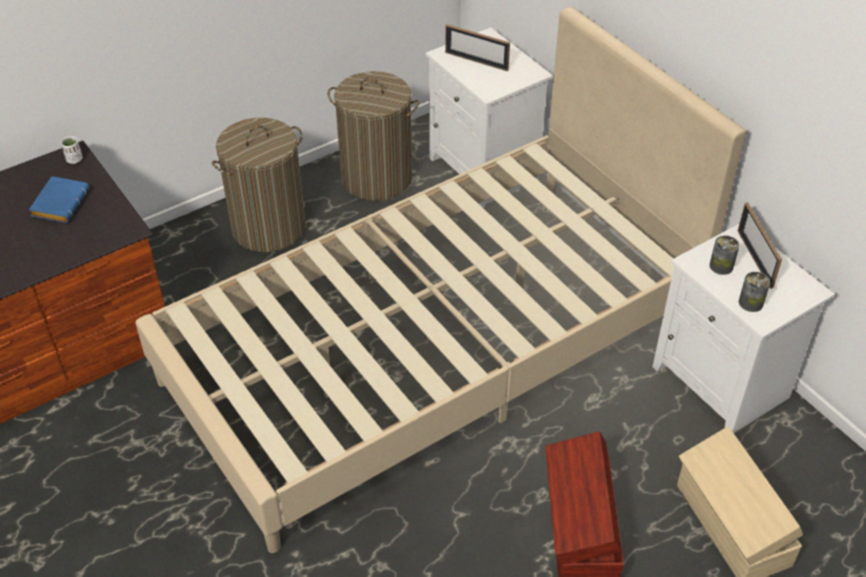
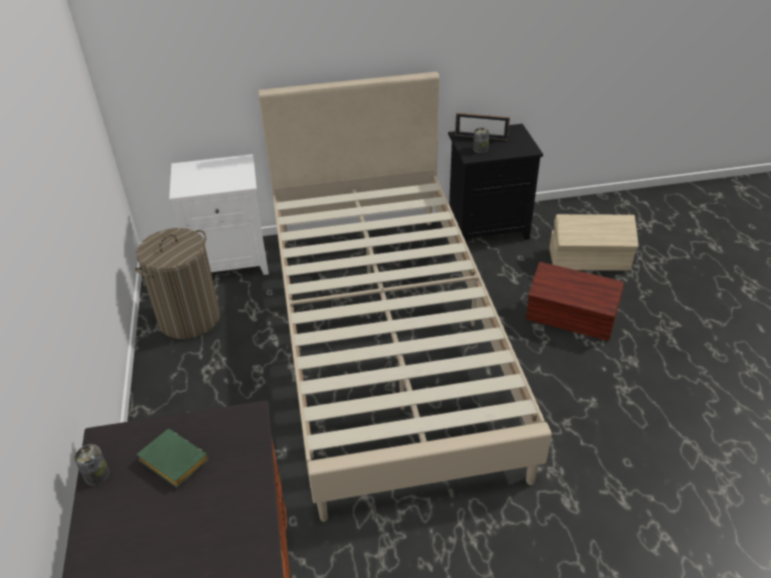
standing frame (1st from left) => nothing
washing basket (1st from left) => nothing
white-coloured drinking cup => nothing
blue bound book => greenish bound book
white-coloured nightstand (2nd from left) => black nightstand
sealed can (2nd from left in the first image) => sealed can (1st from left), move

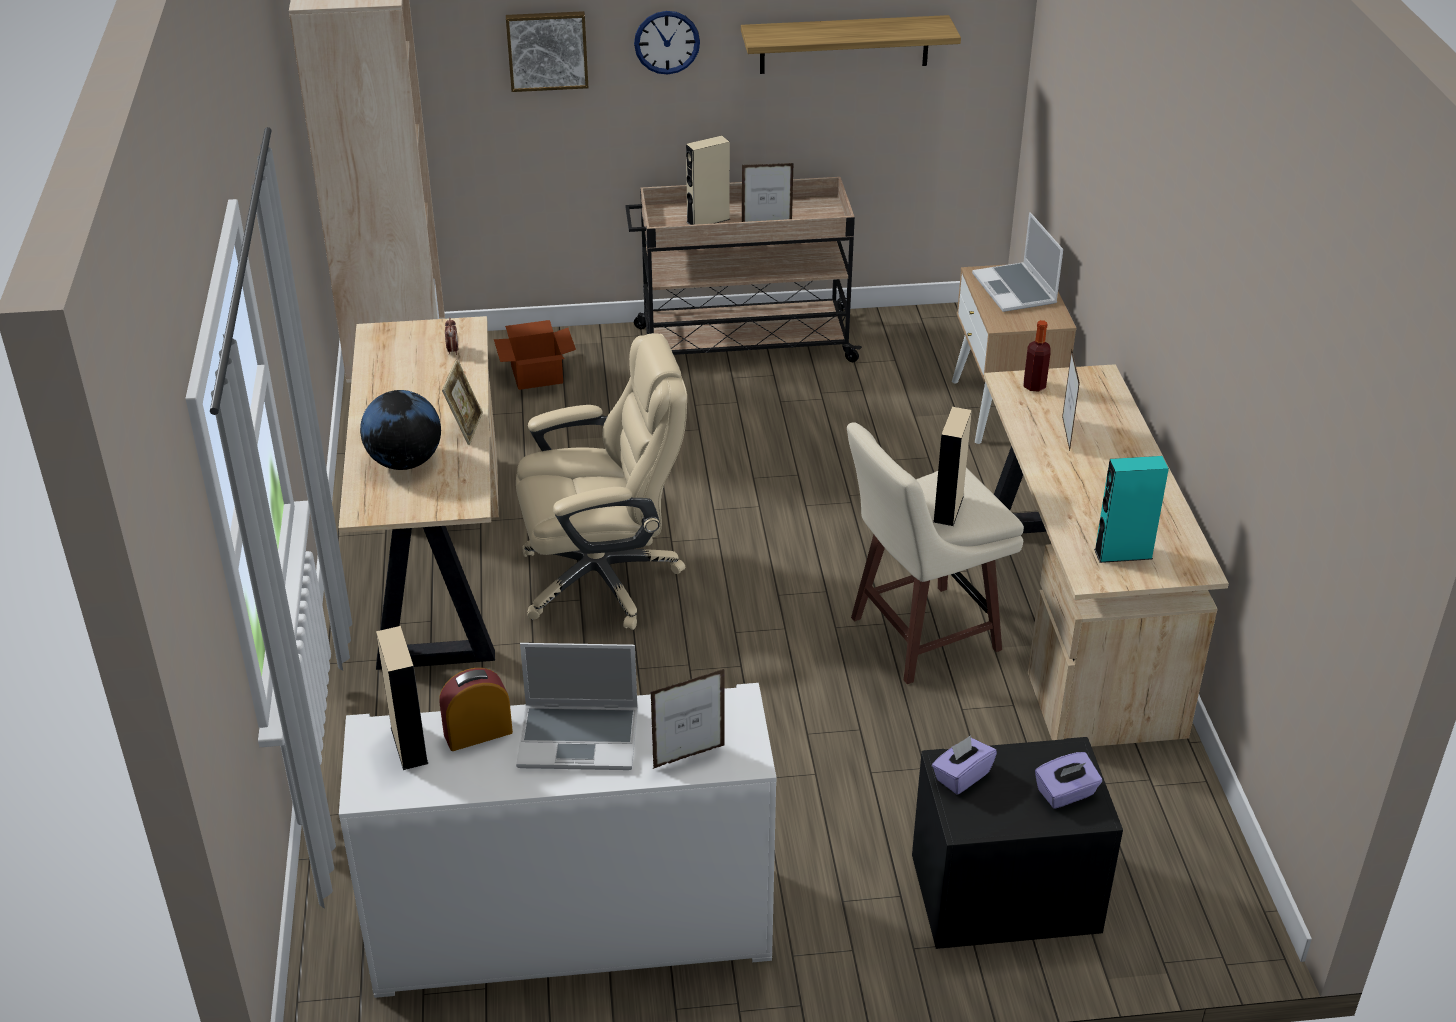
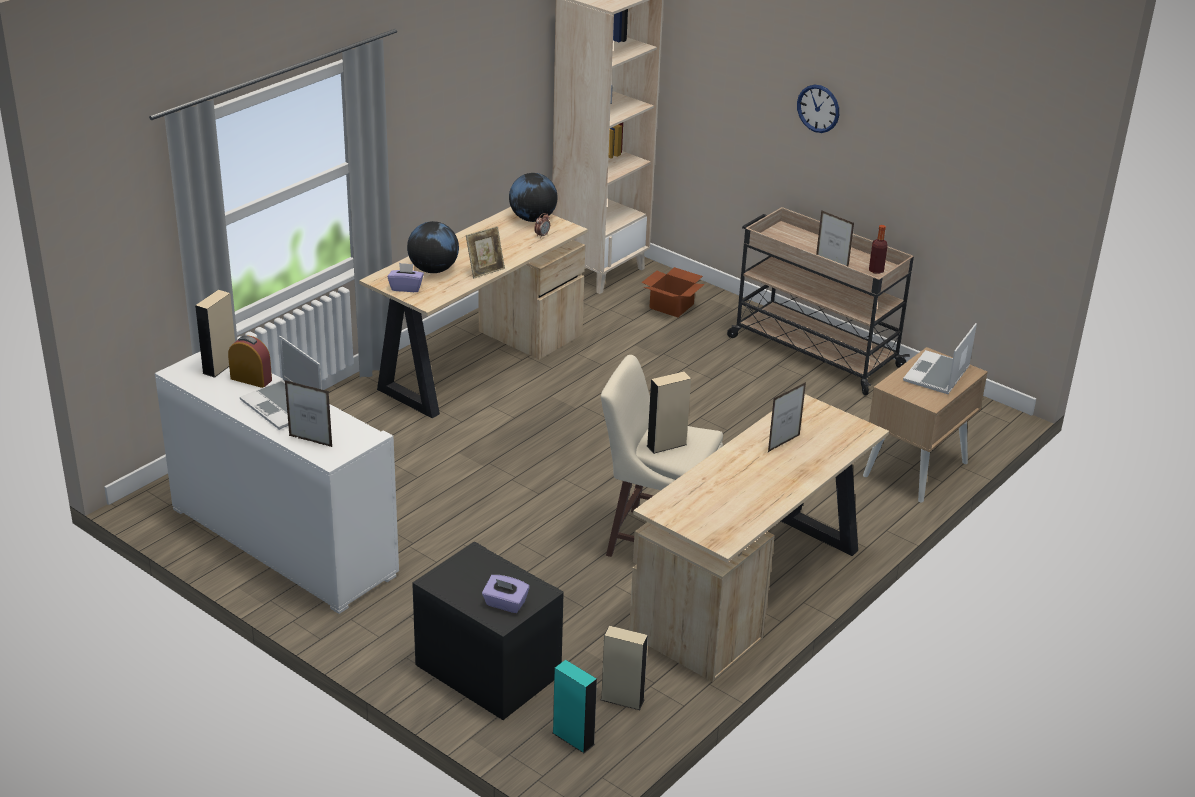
wall picture => nothing
shelf => nothing
beige-coloured loudspeaker (2nd from left), move
beverage bottle, move
beige-coloured desk chair => nothing
turquoise loudspeaker, move
purple-coloured box of tissues (1st from left), move
nothing => world globe (2nd from left)

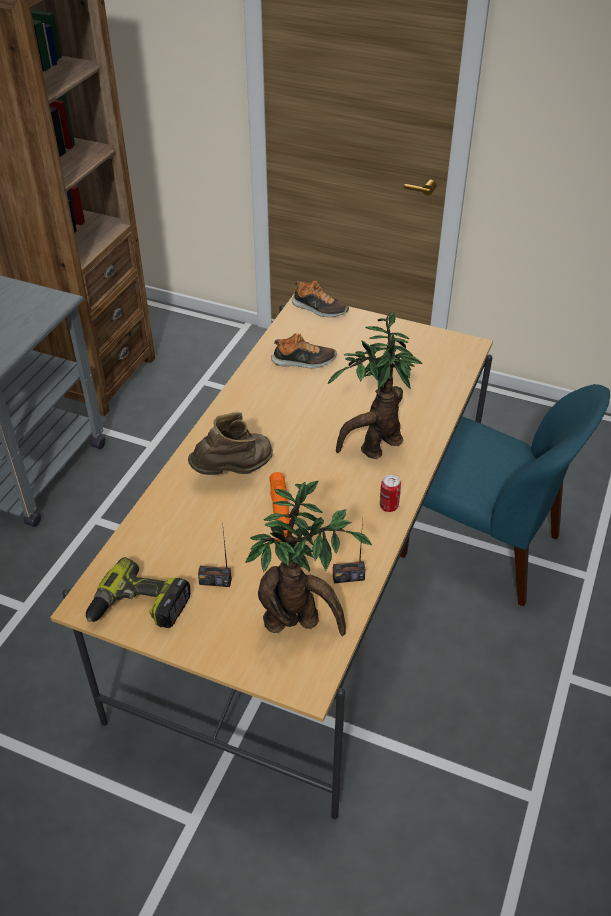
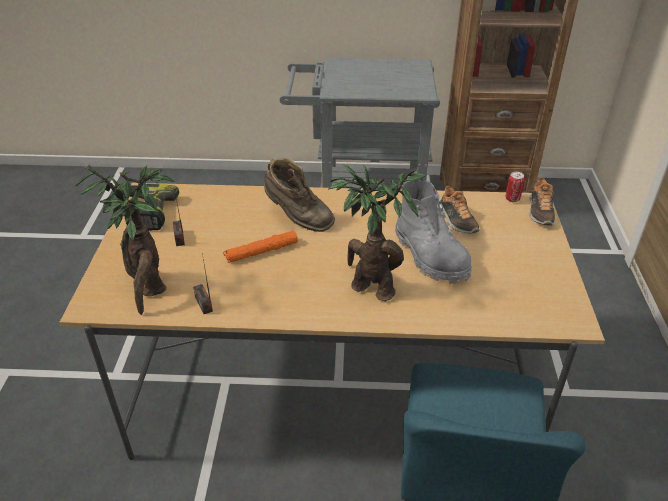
sealed can, move
nothing => gray boot

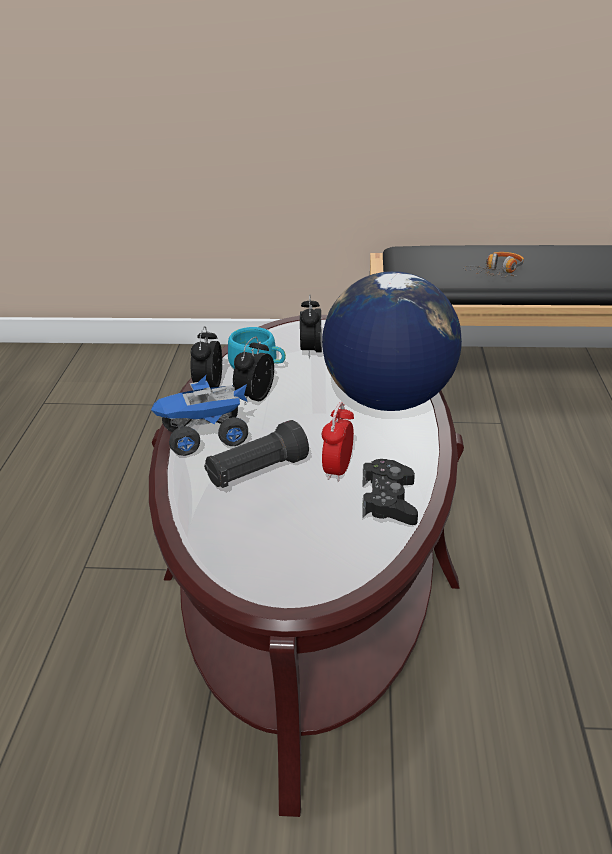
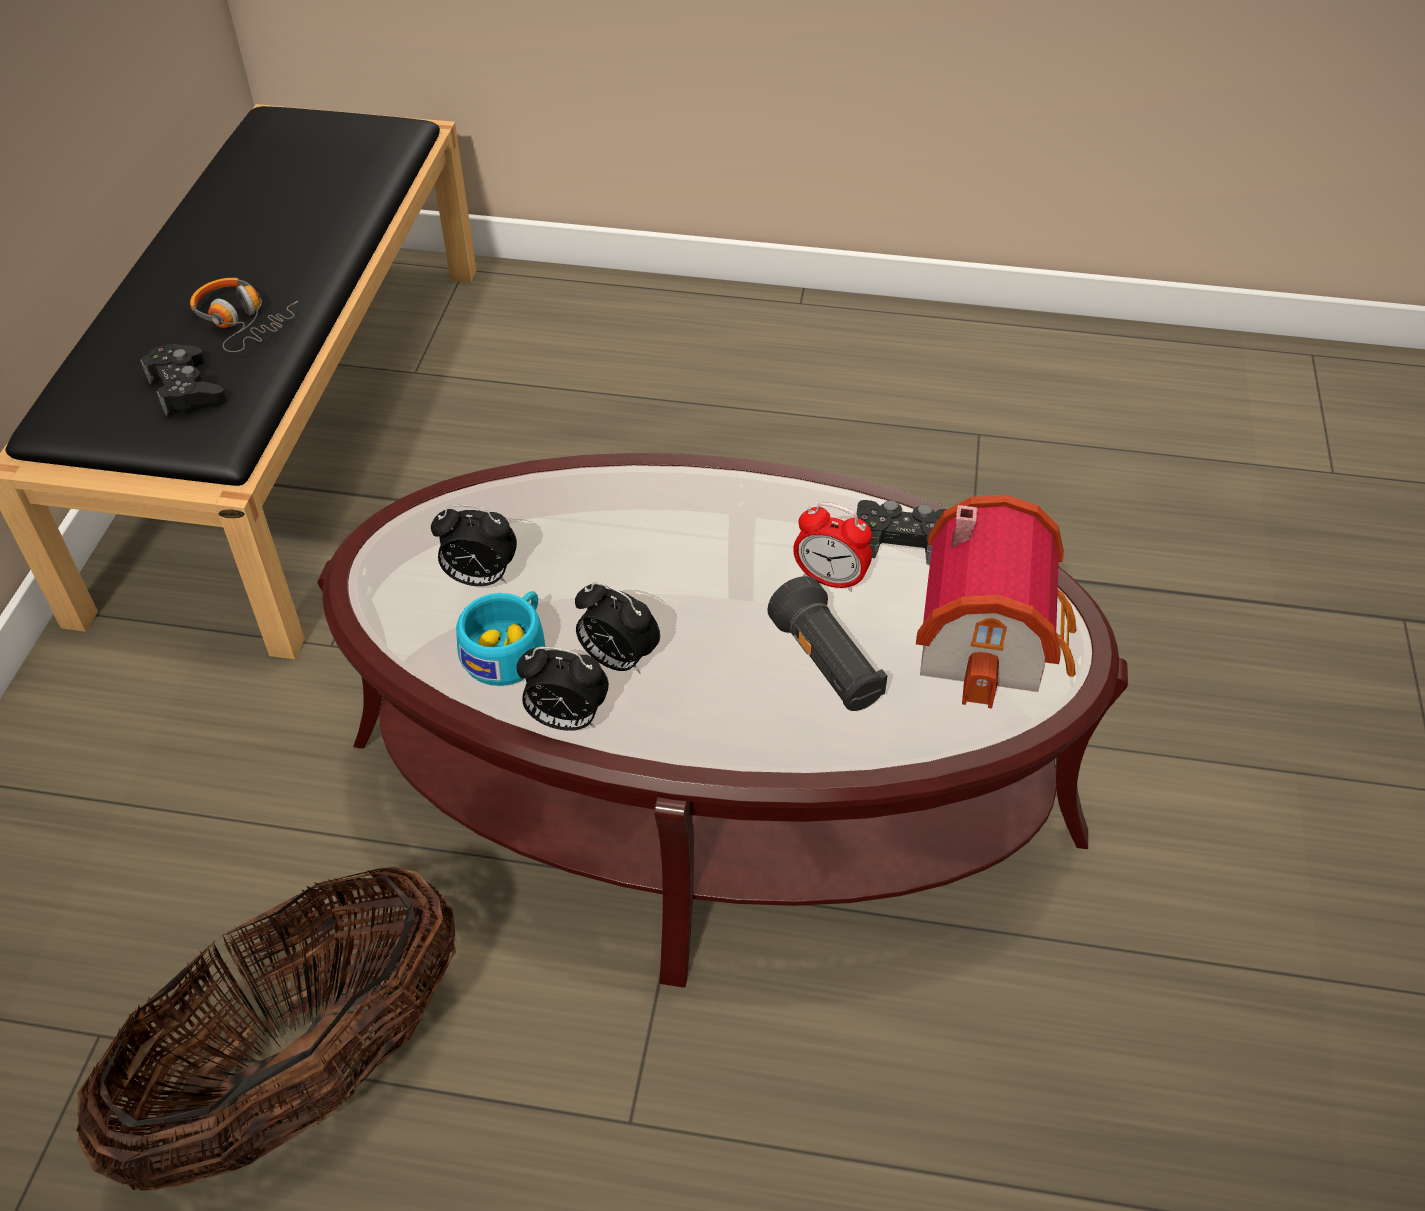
world globe => nothing
model truck => nothing
nothing => black joypad (1st from left)
nothing => model house
nothing => storage basket

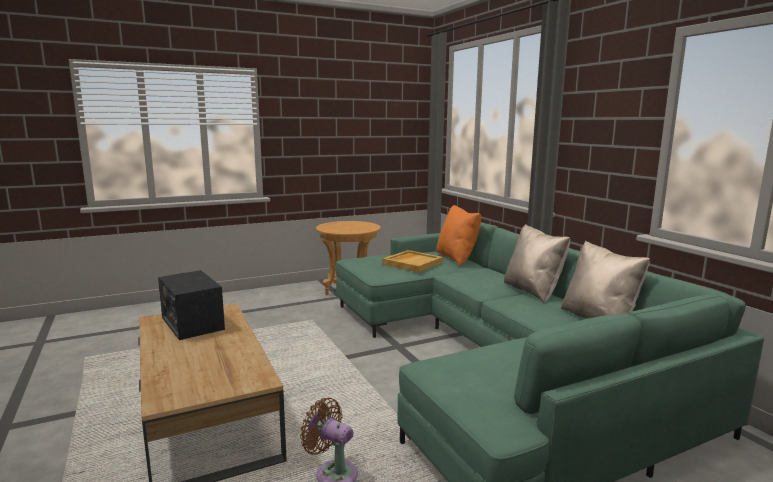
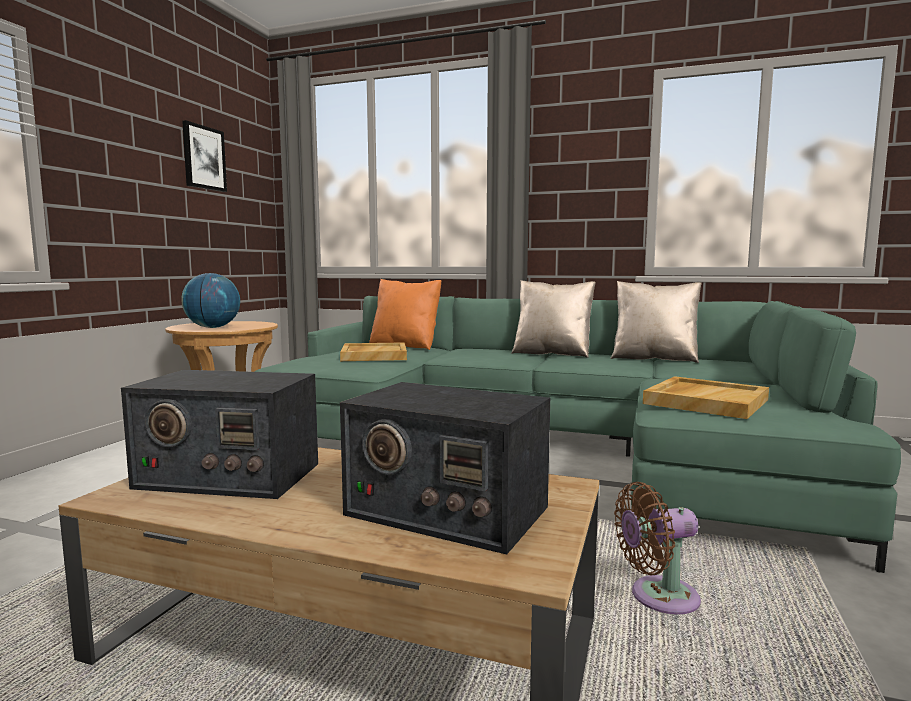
nothing => wall picture
nothing => world globe
nothing => beige-coloured carrying tray (2nd from left)
nothing => radio receiver (2nd from left)

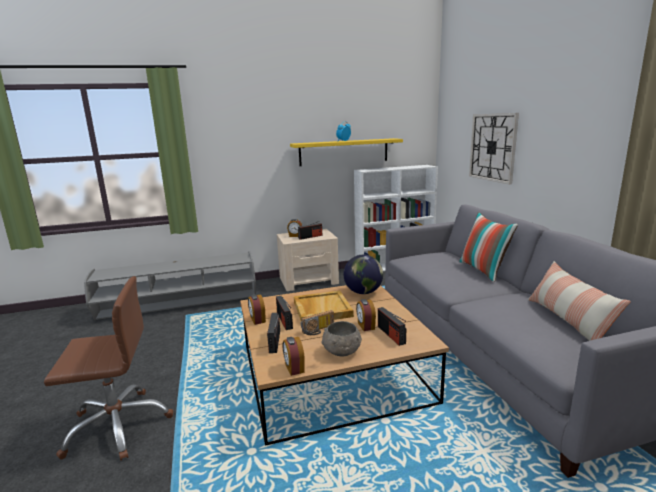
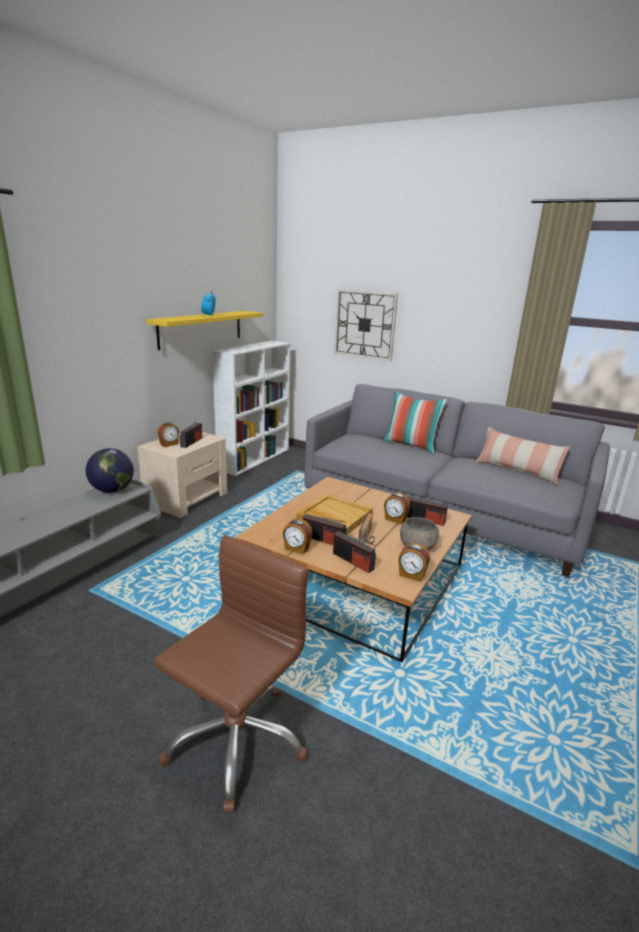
world globe, move

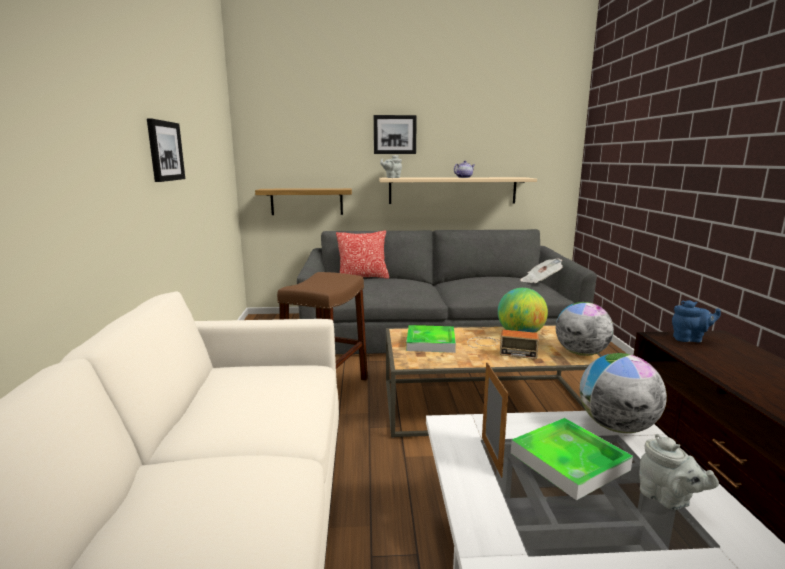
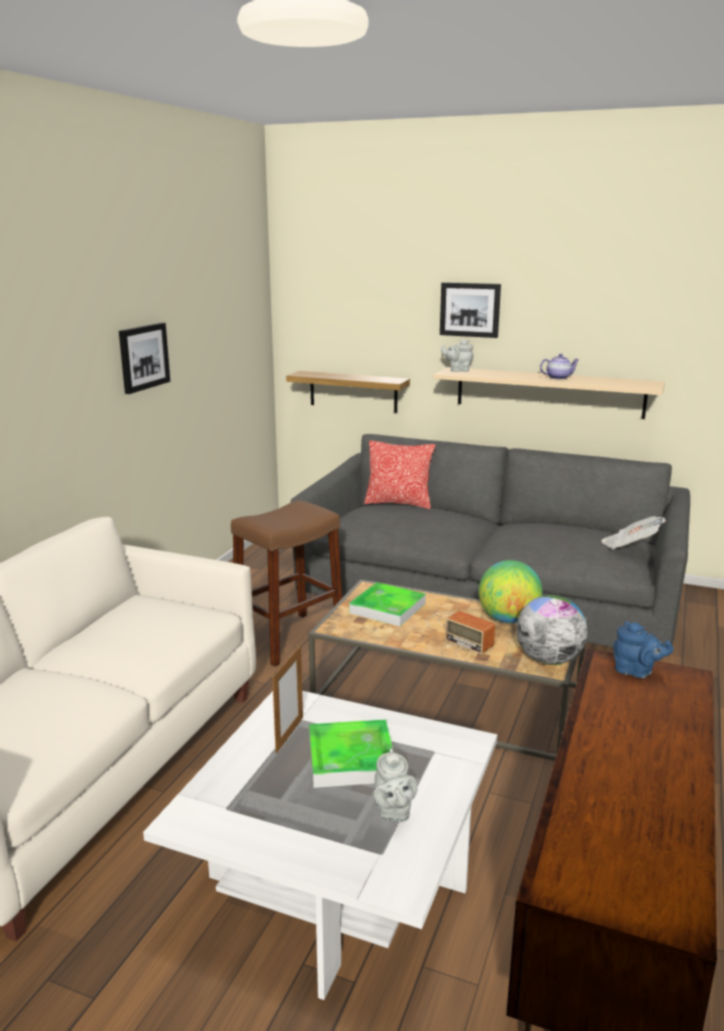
world globe (3rd from left) => nothing

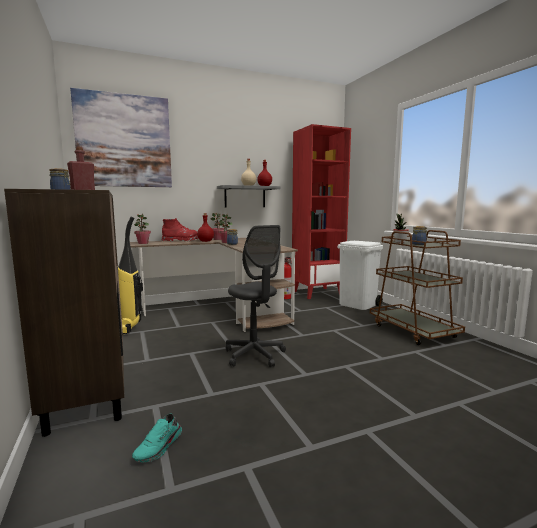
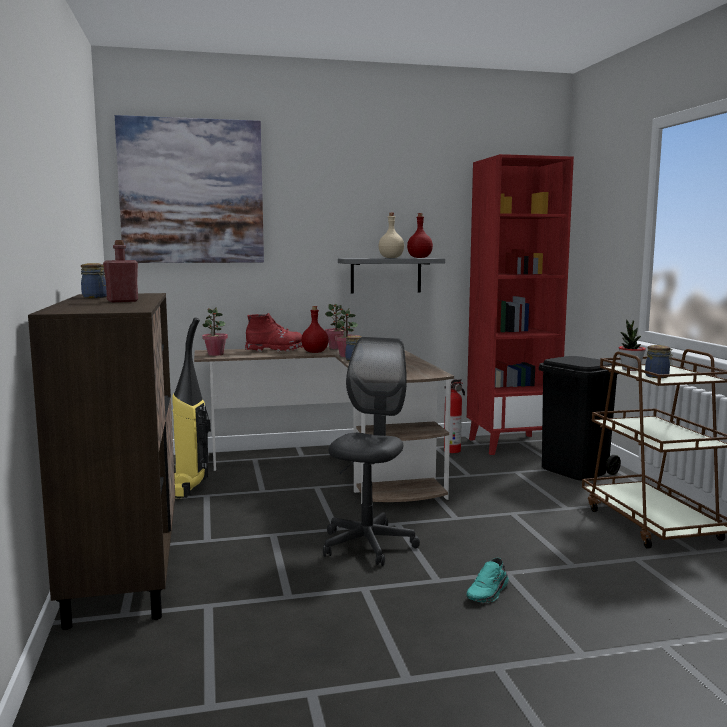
gray desk chair, 135 degrees counterclockwise
white-coloured trash can => black trash can
turquoise shoe, move

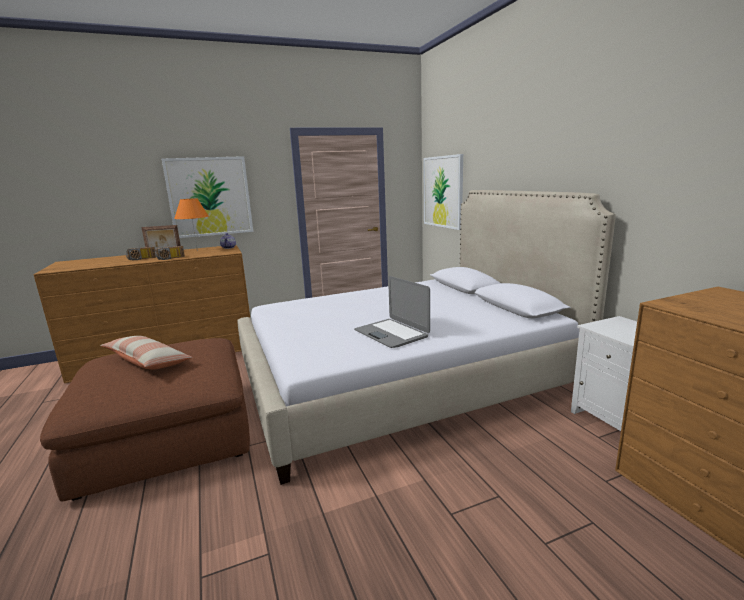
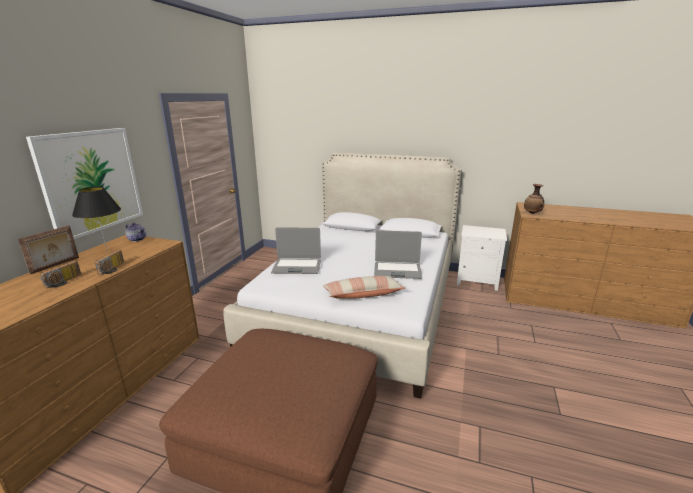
wall picture (2nd from left) => nothing
orange lamp for a table => black lamp for a table
throw pillow, move
nothing => flower vase
nothing => laptop (1st from left)

